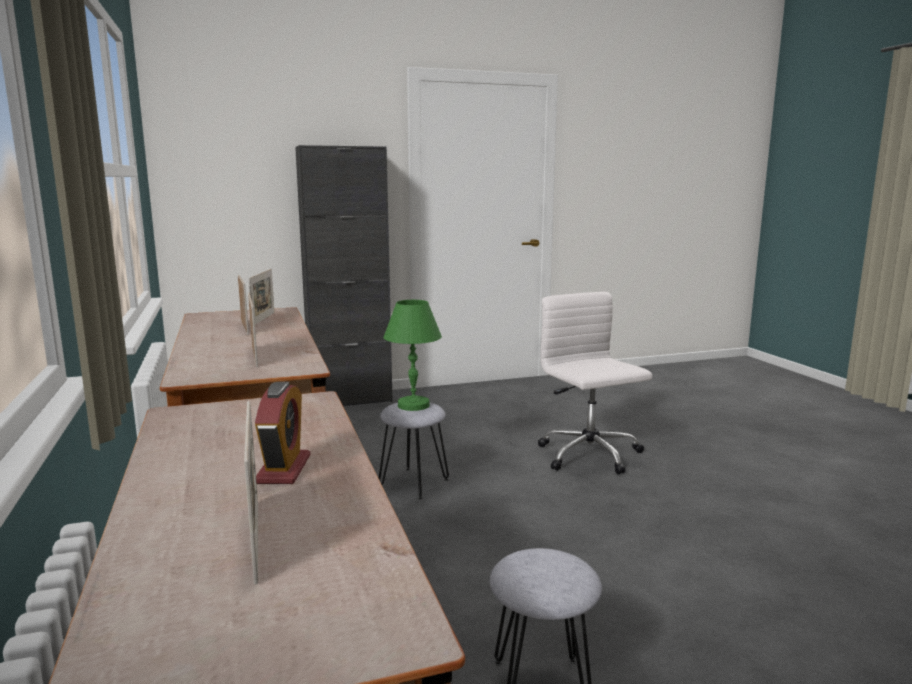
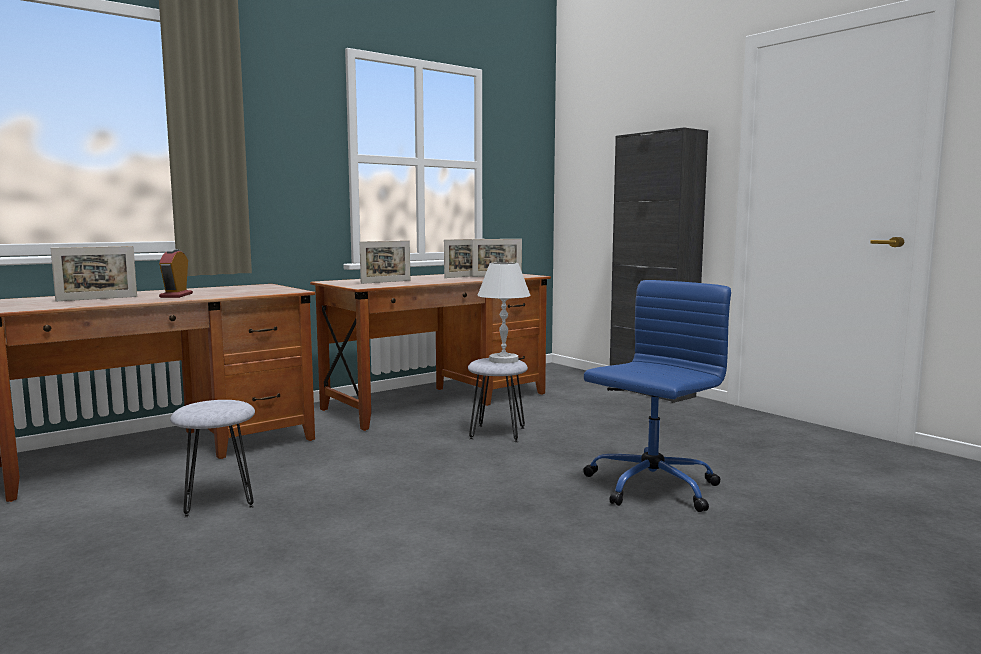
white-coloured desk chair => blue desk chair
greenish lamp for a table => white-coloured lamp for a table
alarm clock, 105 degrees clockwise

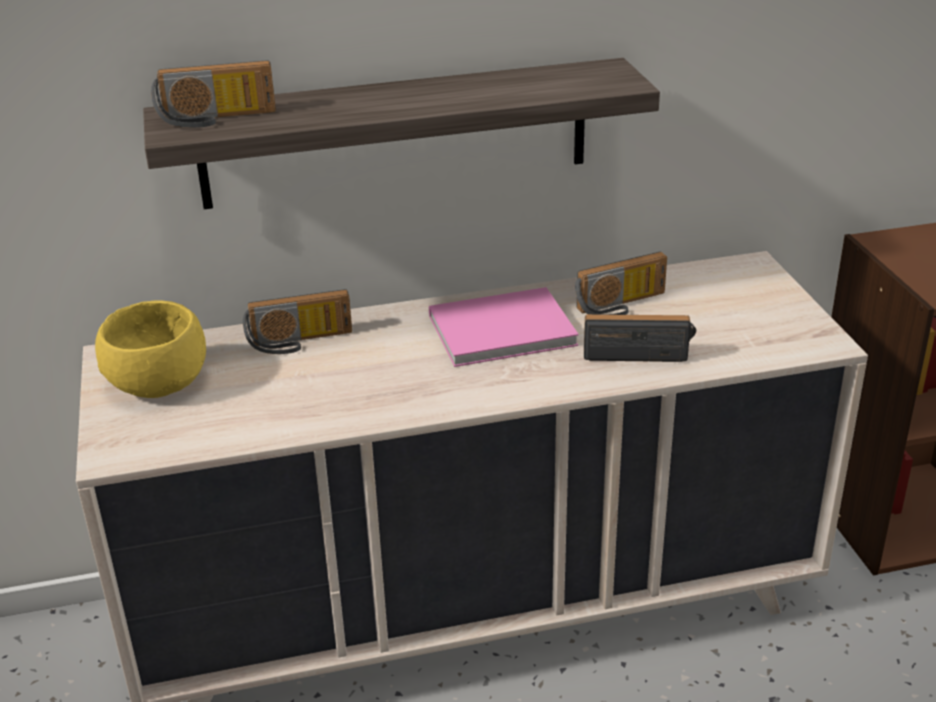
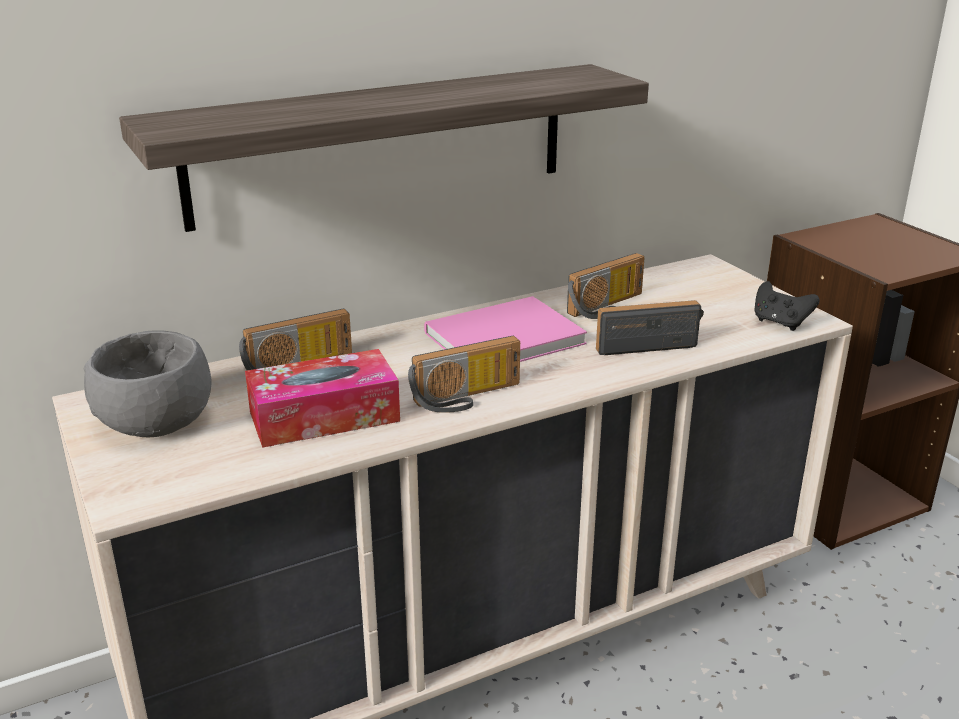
radio receiver (1st from left in the first image) => radio receiver (2nd from left), move
yellow deep dish => gray deep dish
nothing => black joypad
nothing => box of tissues

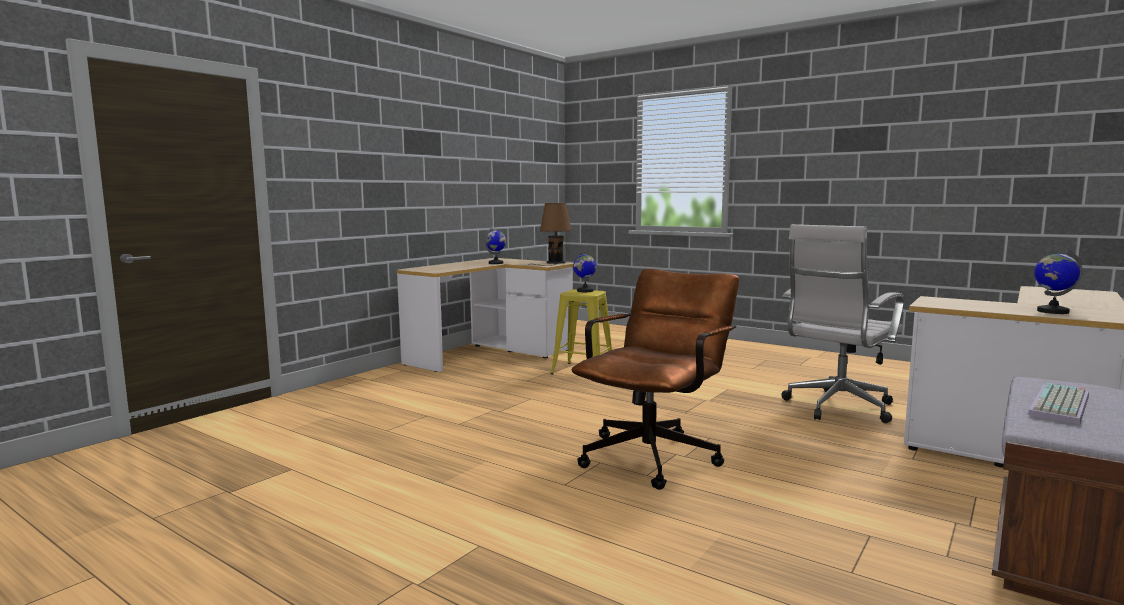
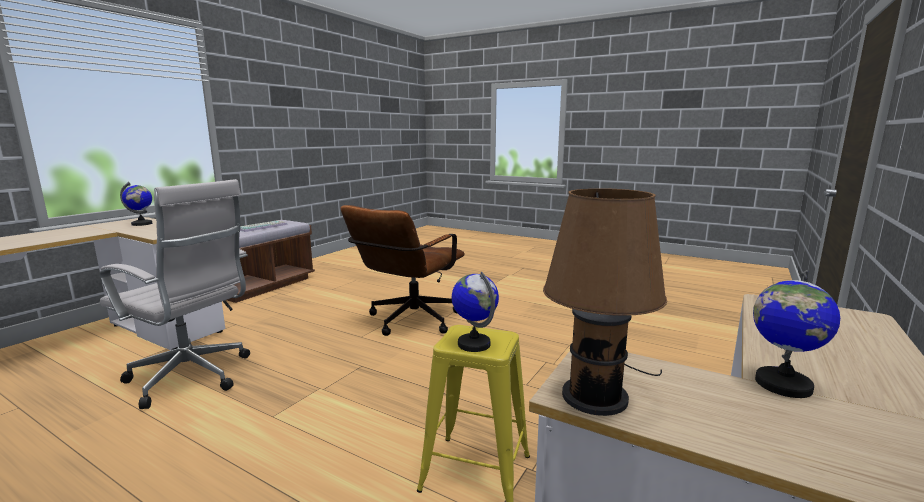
white-coloured desk chair, 75 degrees clockwise

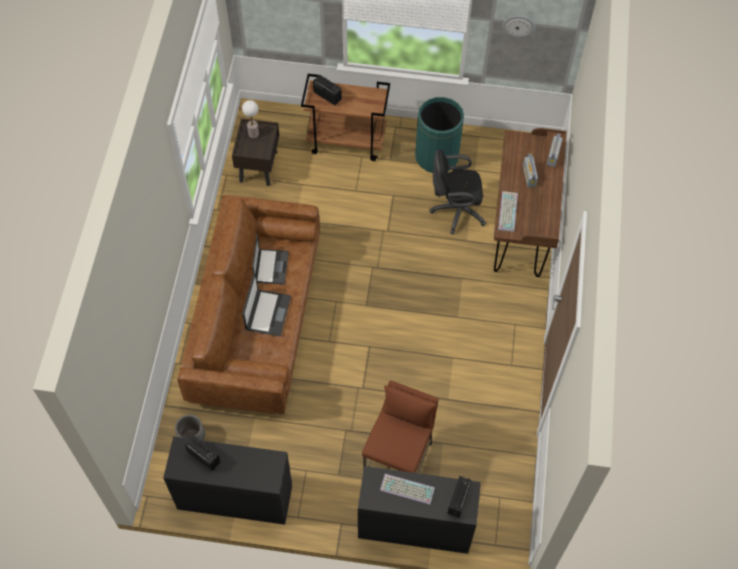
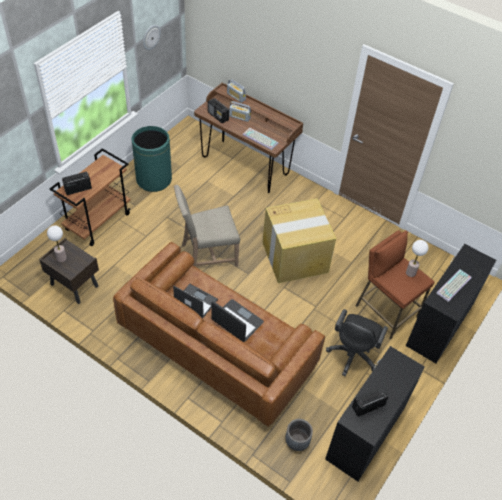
black desk chair, move
radio receiver (3rd from left in the first image) => radio receiver (2nd from left), move
nothing => beige-coloured plain chair
nothing => carton
nothing => lamp for a table (2nd from left)

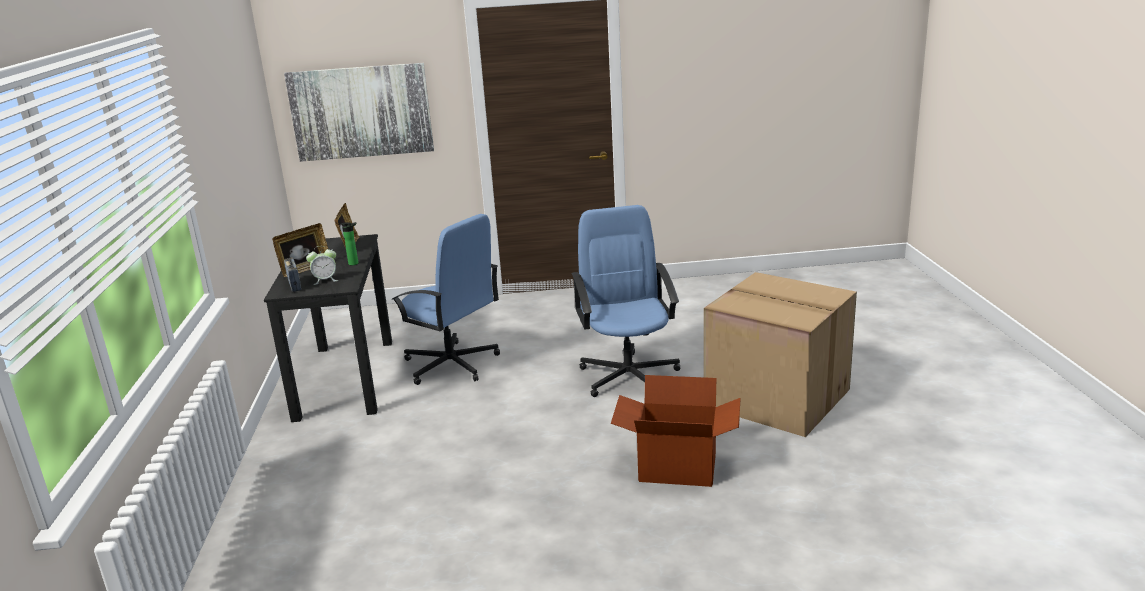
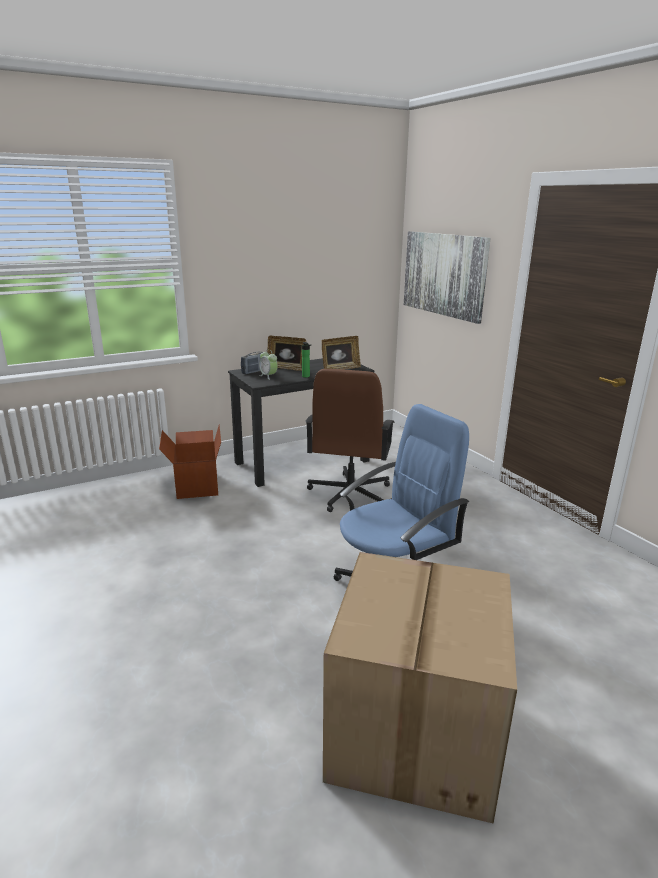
blue desk chair (1st from left) => brownish desk chair
carton (1st from left), move

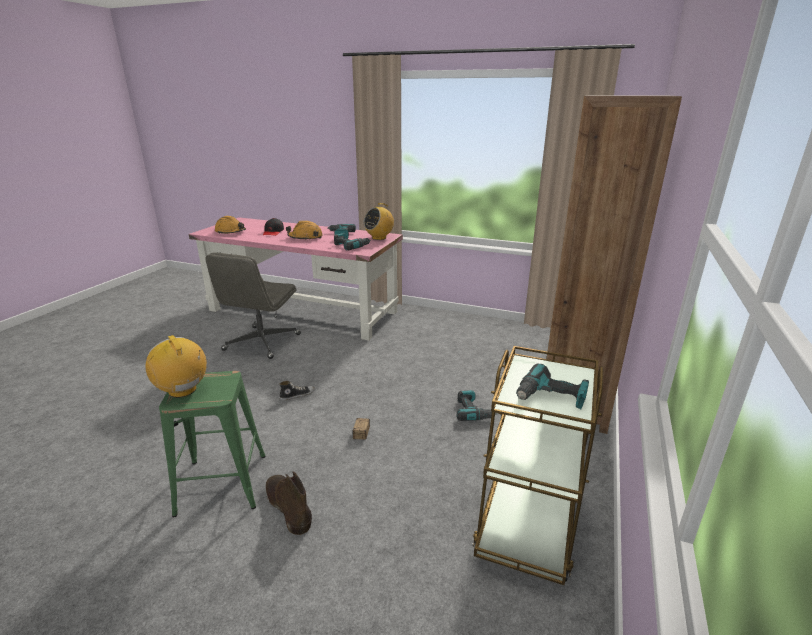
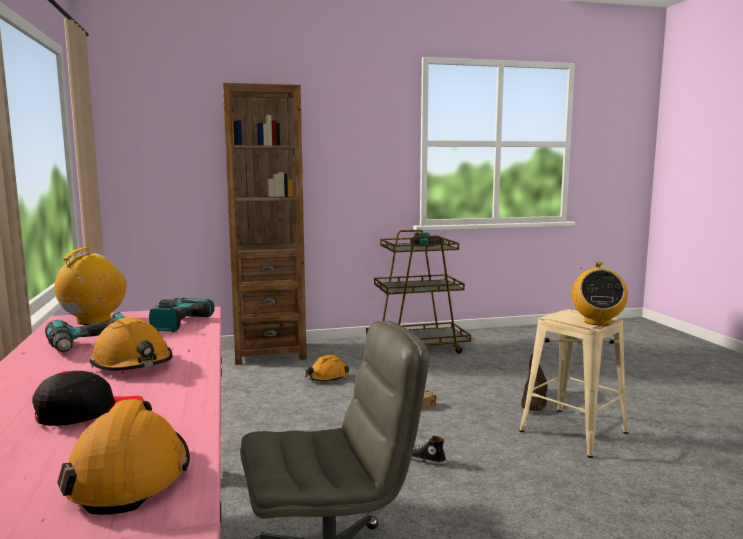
radio receiver (2nd from left in the first image) => radio receiver (1st from left), 75 degrees counterclockwise
greenish stool => beige-coloured stool
drill (3rd from left) => orange hard hat (3rd from left)

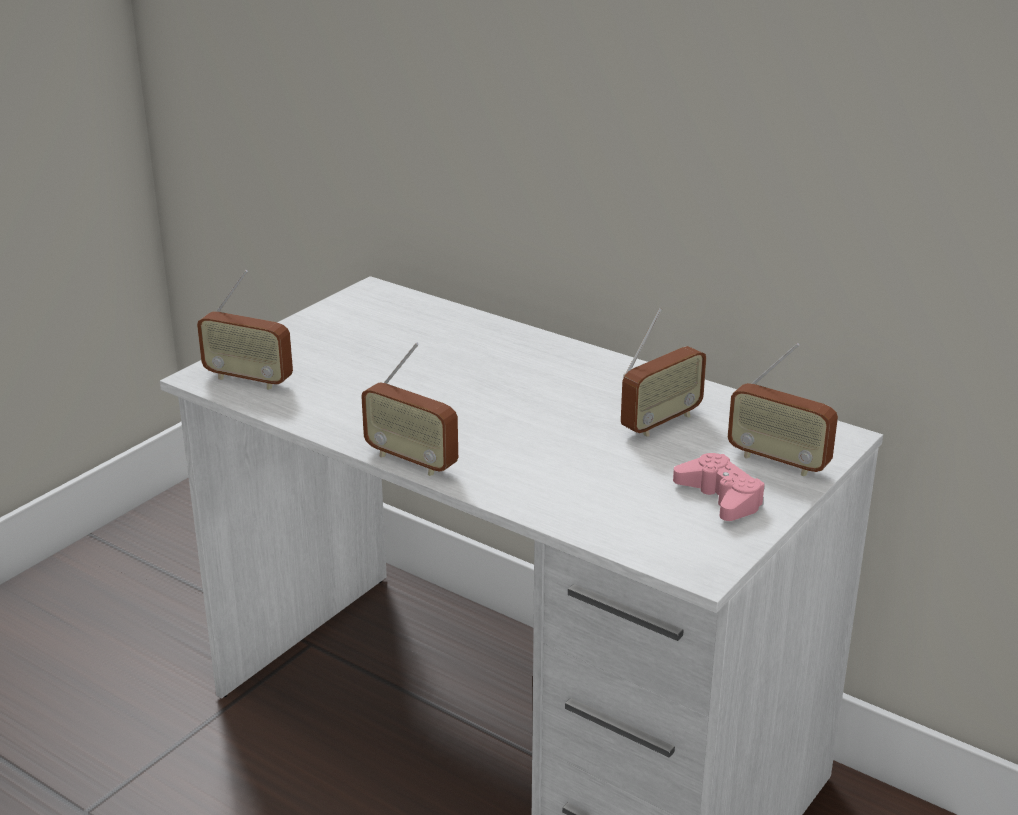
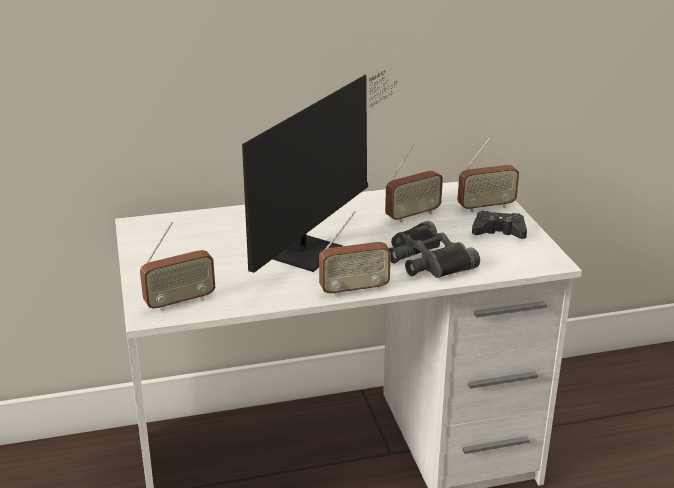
radio receiver (3rd from left), 60 degrees clockwise
pink joypad => black joypad
nothing => monitor
nothing => black field glasses

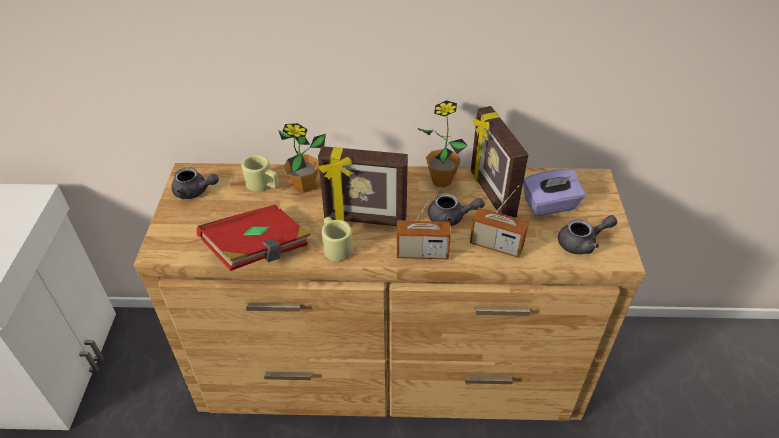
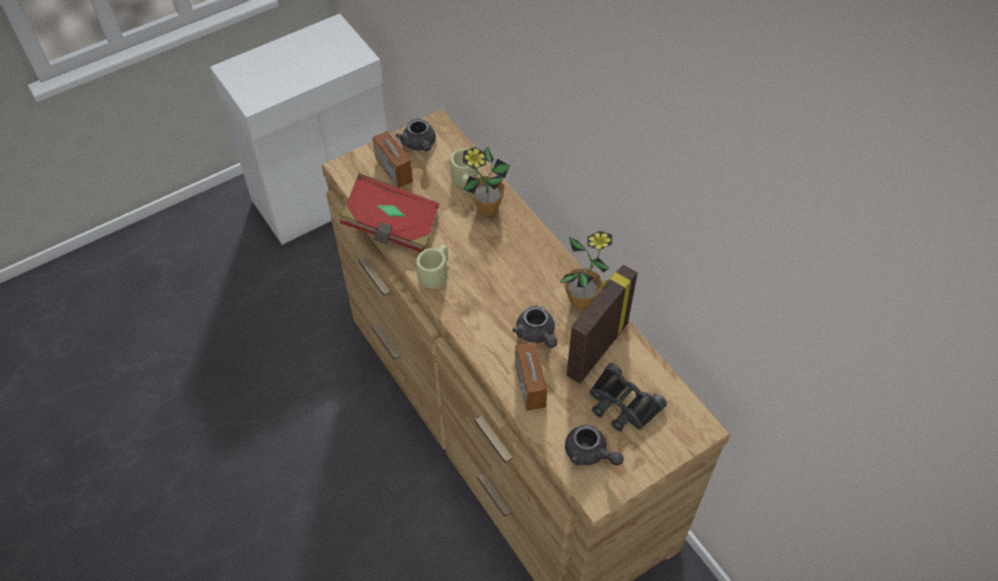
standing frame (1st from left) => nothing
purple-coloured box of tissues => black field glasses
radio receiver (1st from left), move

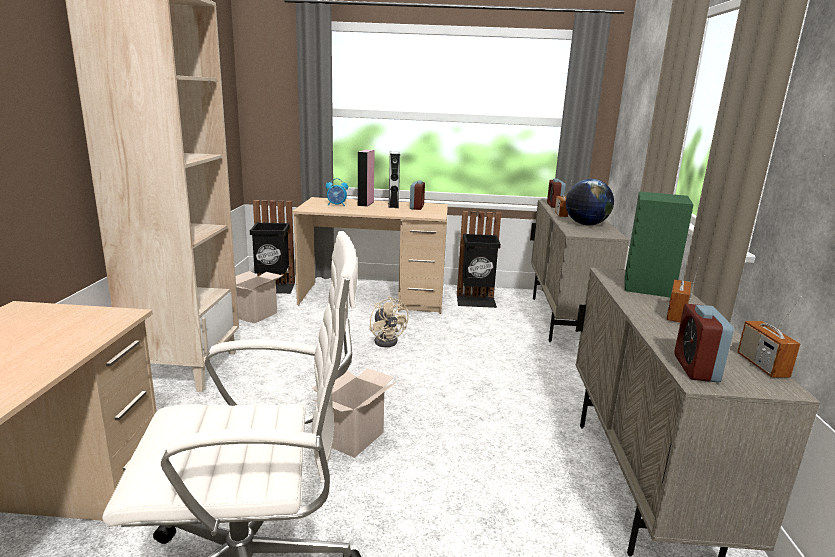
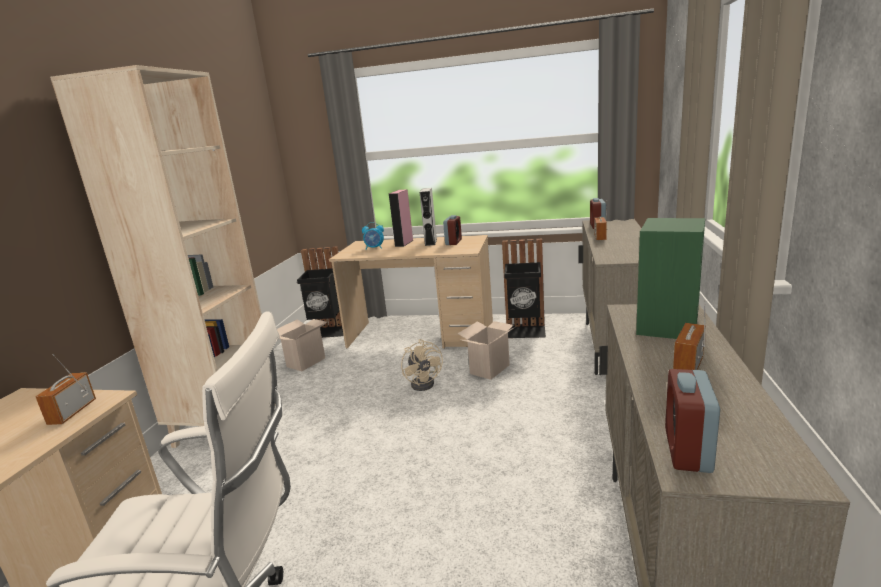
world globe => nothing
radio receiver (3rd from left in the first image) => radio receiver (1st from left), move
carton (2nd from left), move

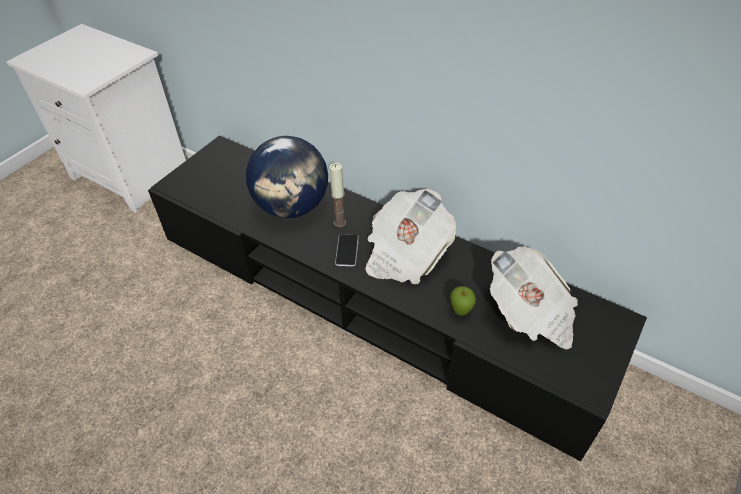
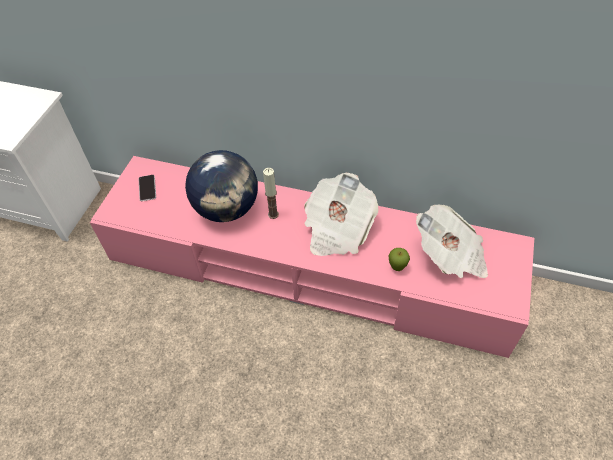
black tv unit => pink tv unit
telephone, move

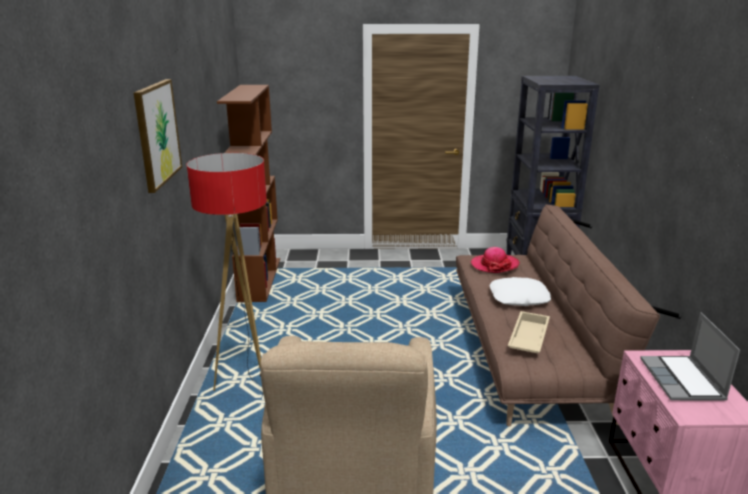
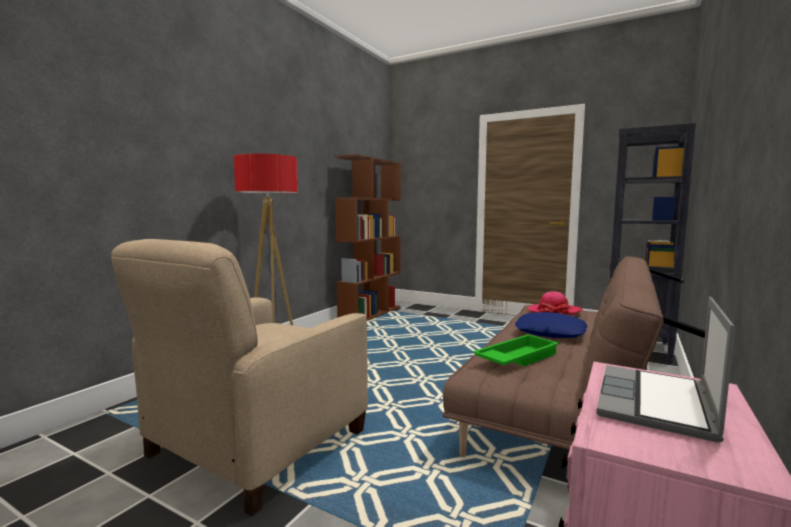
wall picture => nothing
white-coloured throw pillow => blue throw pillow
beige-coloured carrying tray => greenish carrying tray

